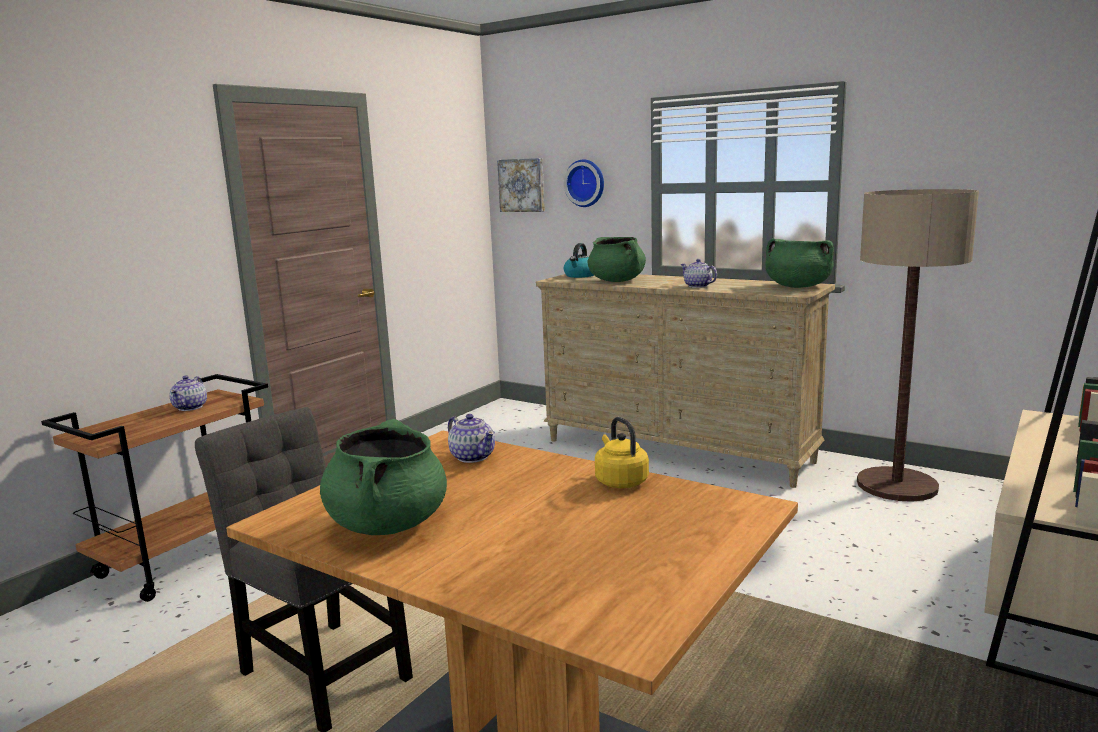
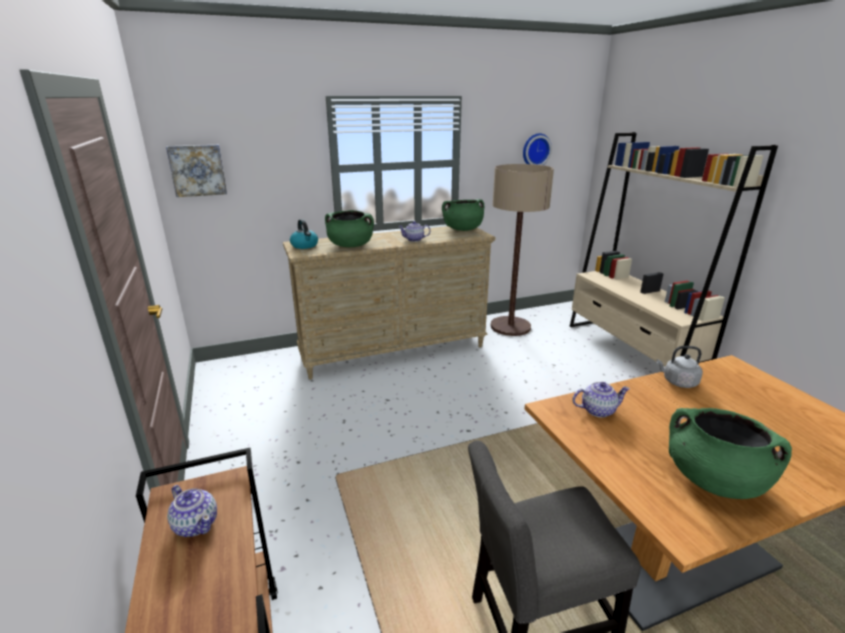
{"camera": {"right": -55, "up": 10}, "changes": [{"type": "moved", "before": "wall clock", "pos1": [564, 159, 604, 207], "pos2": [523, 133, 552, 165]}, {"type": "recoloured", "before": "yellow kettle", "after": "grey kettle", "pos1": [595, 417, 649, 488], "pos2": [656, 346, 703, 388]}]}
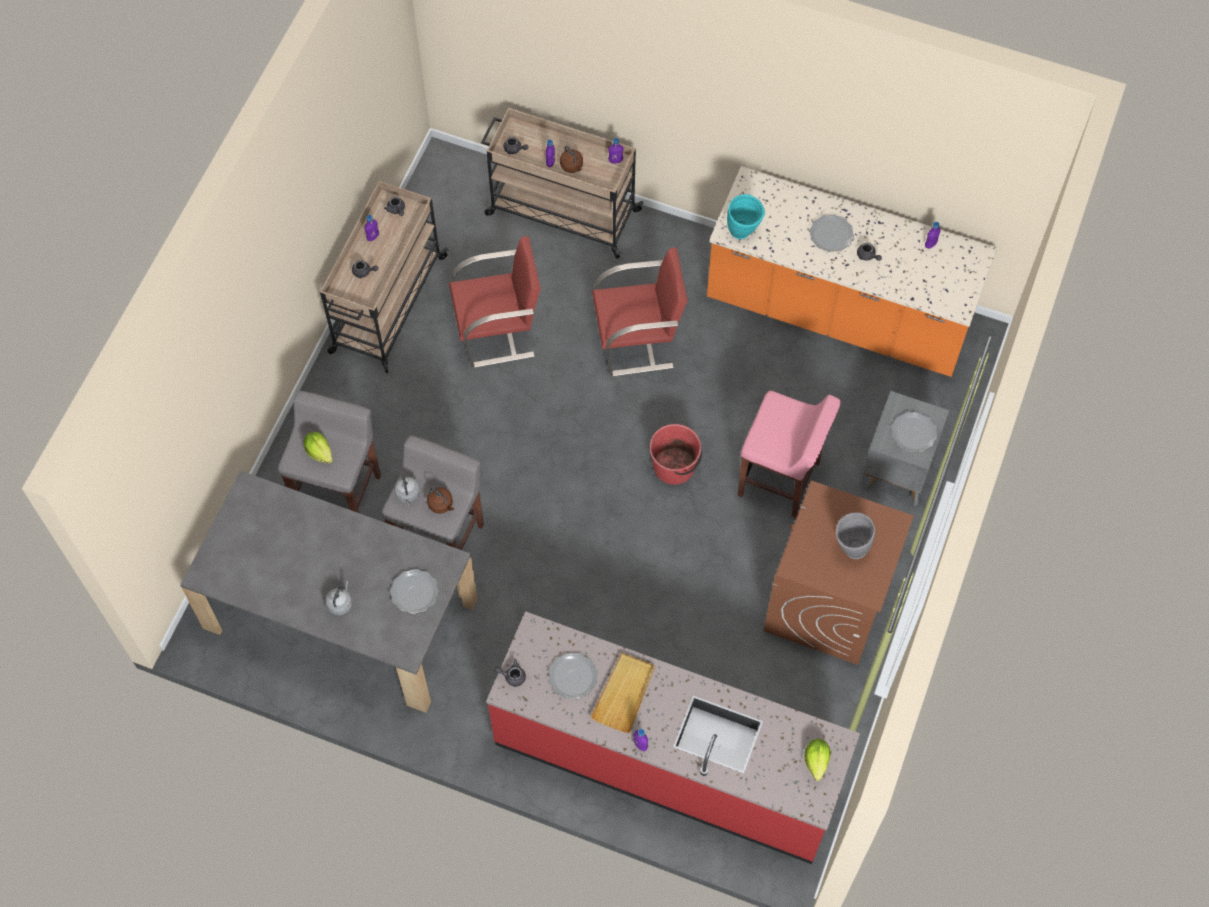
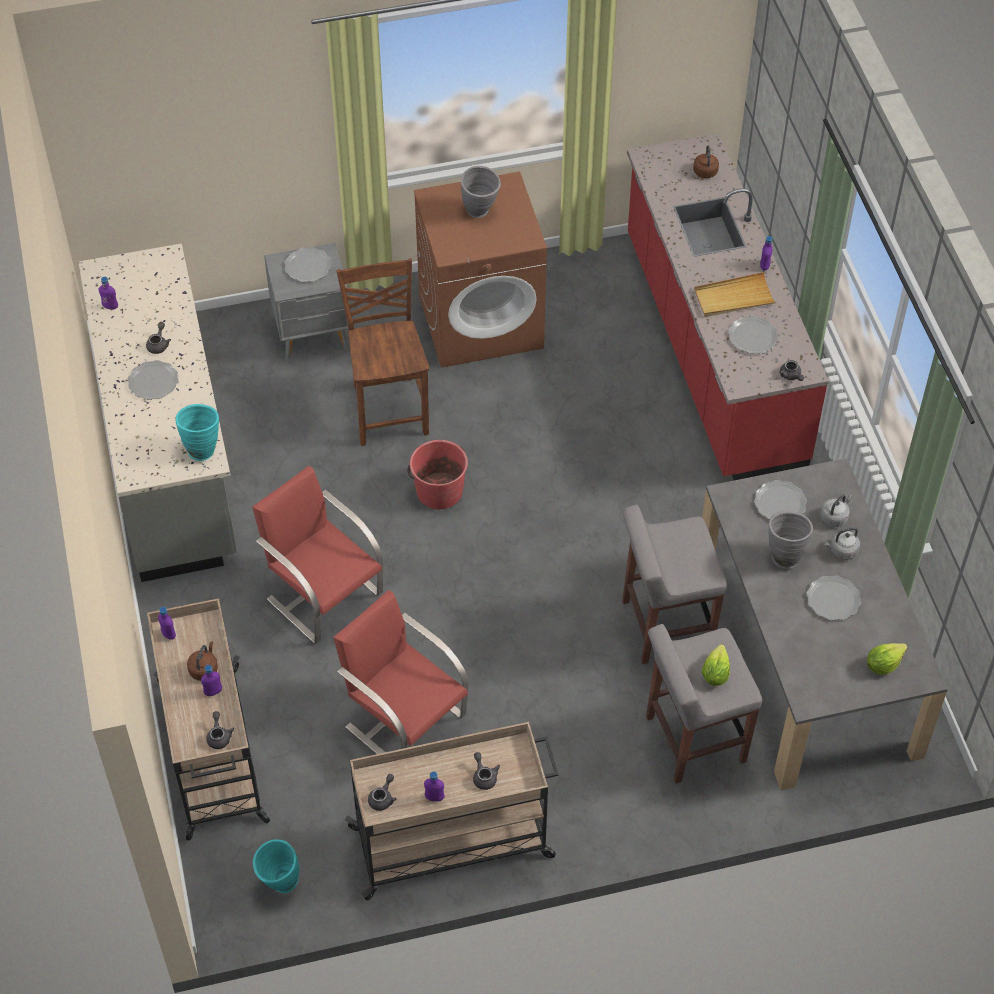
{"camera": {"right": -125, "up": -10}, "changes": [{"type": "recoloured", "before": "orange counter", "after": "grey counter", "pos1": [707, 166, 997, 377], "pos2": [78, 244, 237, 582]}, {"type": "replaced", "before": "pink stool", "after": "brown chair", "pos1": [738, 391, 841, 518], "pos2": [336, 259, 429, 446]}, {"type": "moved", "before": "grey kettle", "pos1": [394, 474, 420, 505], "pos2": [820, 494, 852, 527]}, {"type": "moved", "before": "brown kettle", "pos1": [427, 487, 454, 514], "pos2": [693, 145, 719, 178]}, {"type": "moved", "before": "lettuce", "pos1": [805, 739, 831, 781], "pos2": [867, 643, 908, 675]}, {"type": "added", "after": "grey vase", "pos2": [769, 511, 813, 569]}, {"type": "added", "after": "plate", "pos2": [806, 575, 861, 621]}, {"type": "added", "after": "turquoise vase", "pos2": [253, 839, 299, 893]}]}
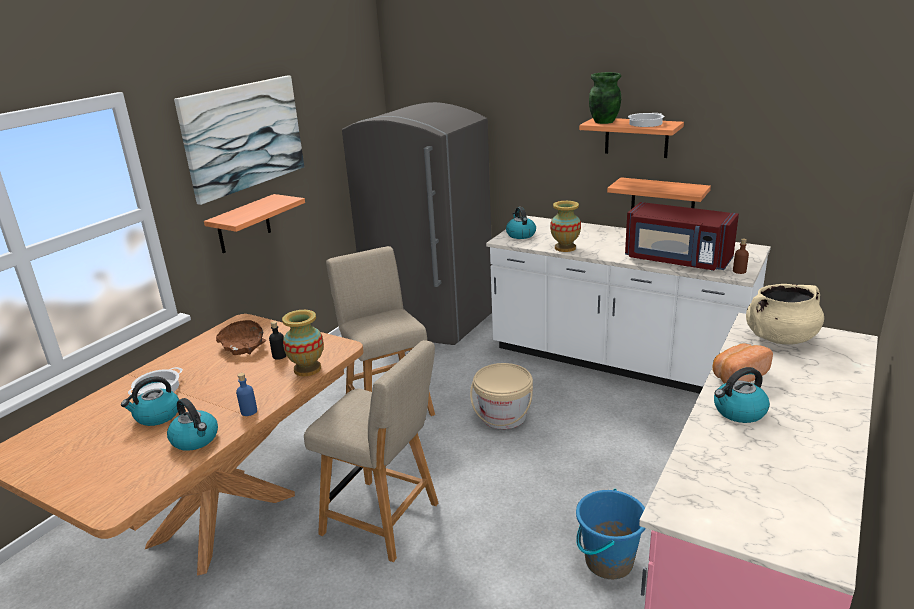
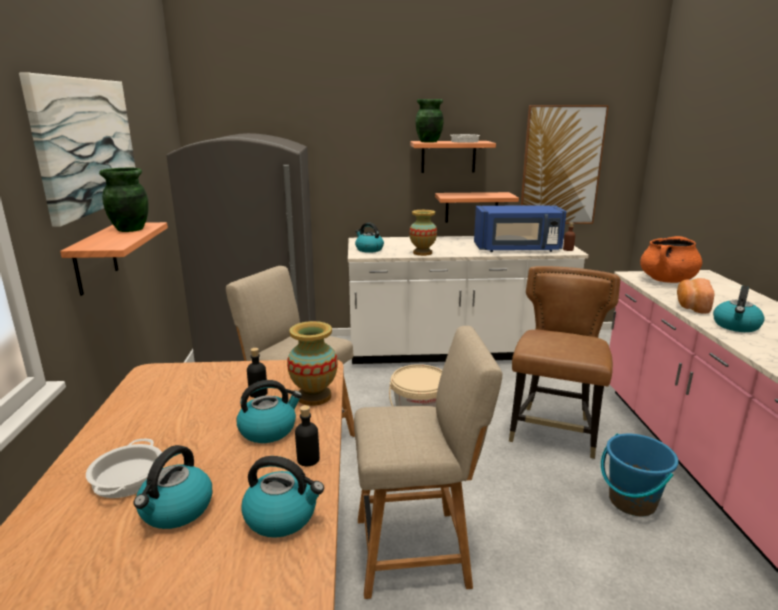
{"camera": {"right": -35, "up": -5}, "changes": [{"type": "recoloured", "before": "red microwave", "after": "blue microwave", "pos1": [625, 202, 739, 271], "pos2": [474, 205, 567, 252]}, {"type": "recoloured", "before": "beige cooking pot", "after": "orange cooking pot", "pos1": [746, 284, 824, 345], "pos2": [640, 236, 702, 283]}, {"type": "removed", "before": "brown bowl", "pos1": [216, 320, 267, 355]}, {"type": "recoloured", "before": "blue bottle", "after": "black bottle", "pos1": [236, 373, 257, 416], "pos2": [295, 405, 320, 466]}, {"type": "added", "after": "picture", "pos2": [520, 105, 609, 224]}, {"type": "added", "after": "green vase", "pos2": [99, 168, 149, 232]}, {"type": "added", "after": "brown chair", "pos2": [509, 266, 620, 459]}, {"type": "added", "after": "kettle", "pos2": [237, 380, 302, 443]}]}
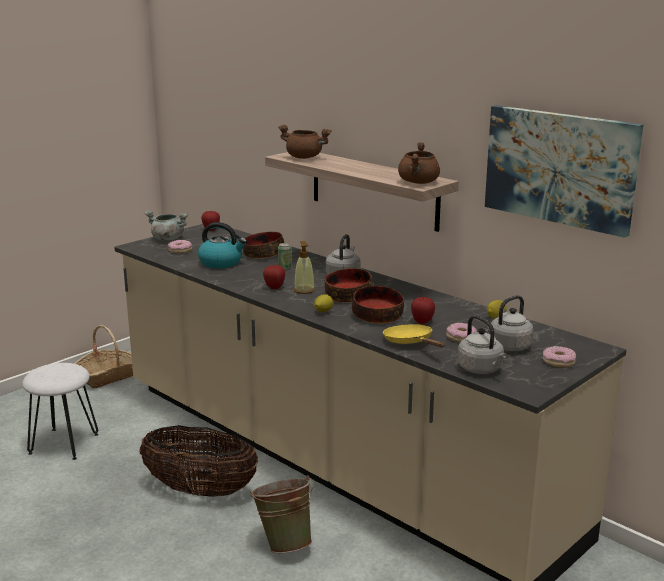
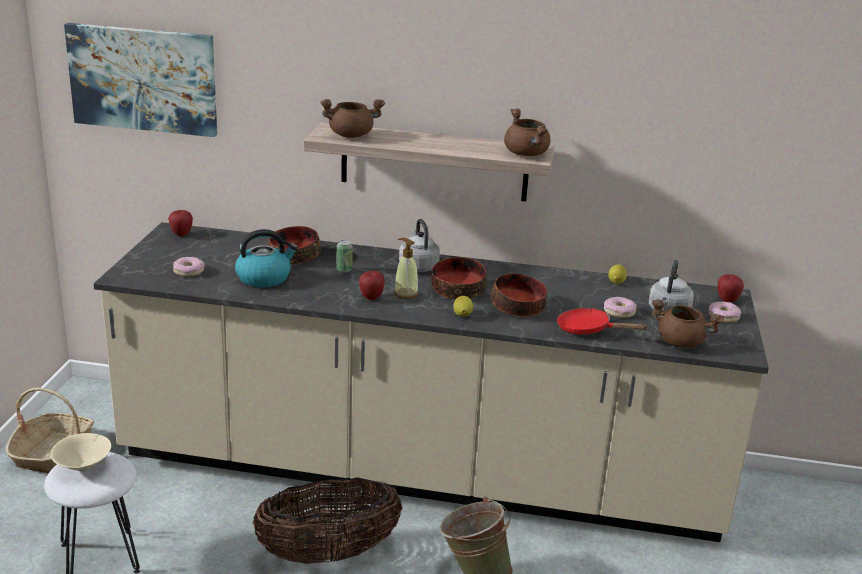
{"camera": {"right": -35, "up": 5}, "changes": [{"type": "moved", "before": "picture", "pos1": [485, 105, 643, 238], "pos2": [64, 23, 217, 137]}, {"type": "removed", "before": "grey cooking pot", "pos1": [145, 210, 188, 241]}, {"type": "moved", "before": "apple", "pos1": [411, 297, 435, 324], "pos2": [717, 274, 744, 302]}, {"type": "replaced", "before": "grey kettle", "after": "brown cooking pot", "pos1": [458, 315, 506, 374], "pos2": [652, 299, 724, 348]}, {"type": "recoloured", "before": "yellow frying pan", "after": "red frying pan", "pos1": [383, 324, 445, 347], "pos2": [557, 308, 649, 335]}, {"type": "added", "after": "beige bowl", "pos2": [51, 433, 111, 471]}]}
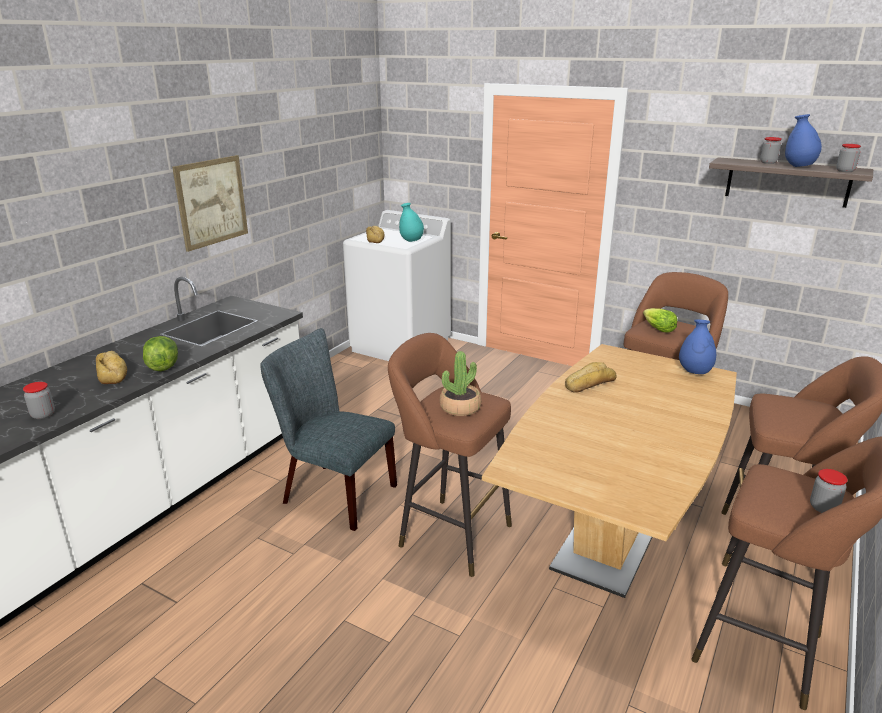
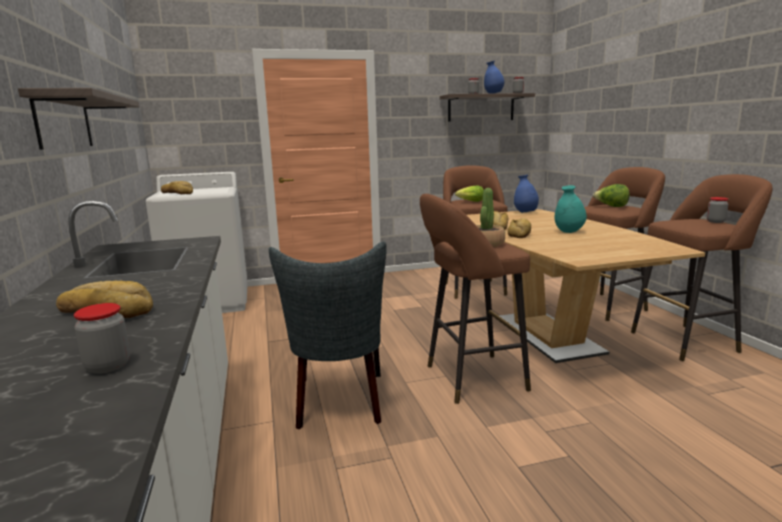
{"camera": {"right": -45, "up": -10}, "changes": [{"type": "replaced", "before": "picture", "after": "shelf", "pos1": [172, 155, 248, 252], "pos2": [18, 88, 140, 150]}, {"type": "moved", "before": "turquoise vase", "pos1": [399, 203, 424, 242], "pos2": [554, 185, 587, 233]}, {"type": "turned", "before": "grey chair", "pos1": [260, 328, 397, 531], "pos2": [269, 241, 387, 430], "turn": -75}, {"type": "moved", "before": "lettuce", "pos1": [143, 336, 178, 371], "pos2": [593, 184, 630, 207]}, {"type": "added", "after": "bread", "pos2": [508, 218, 531, 238]}]}
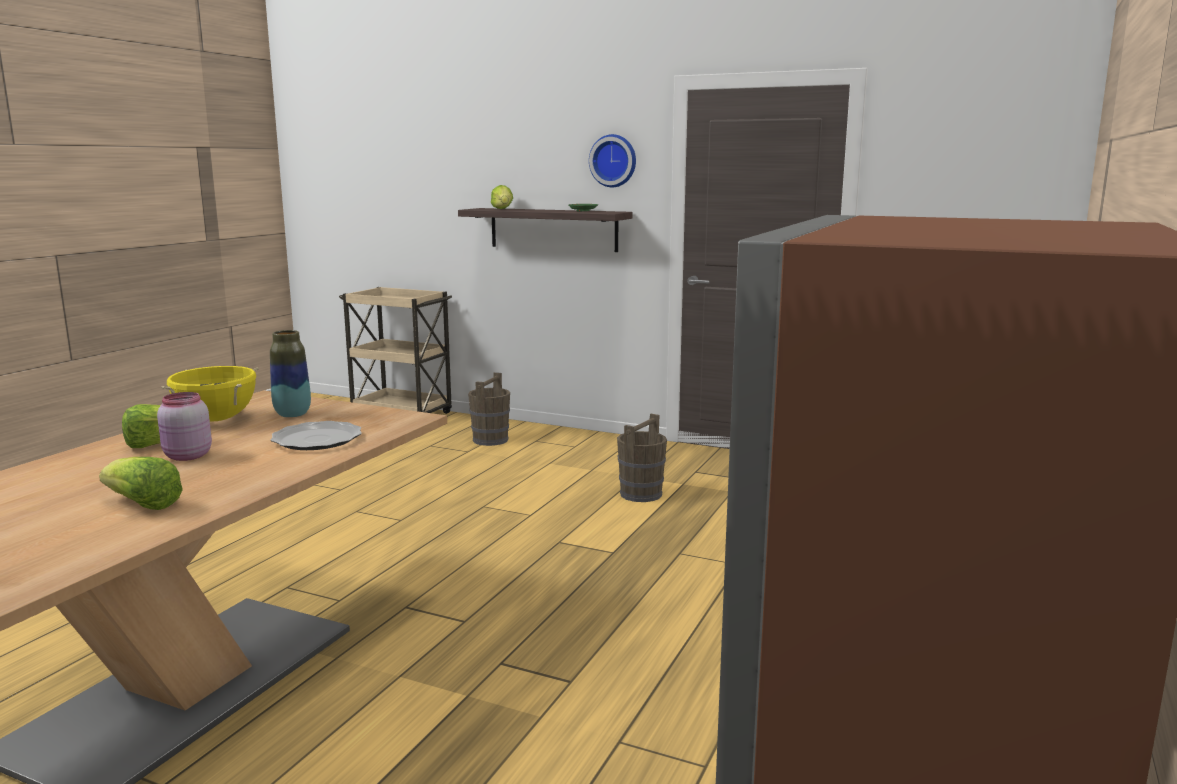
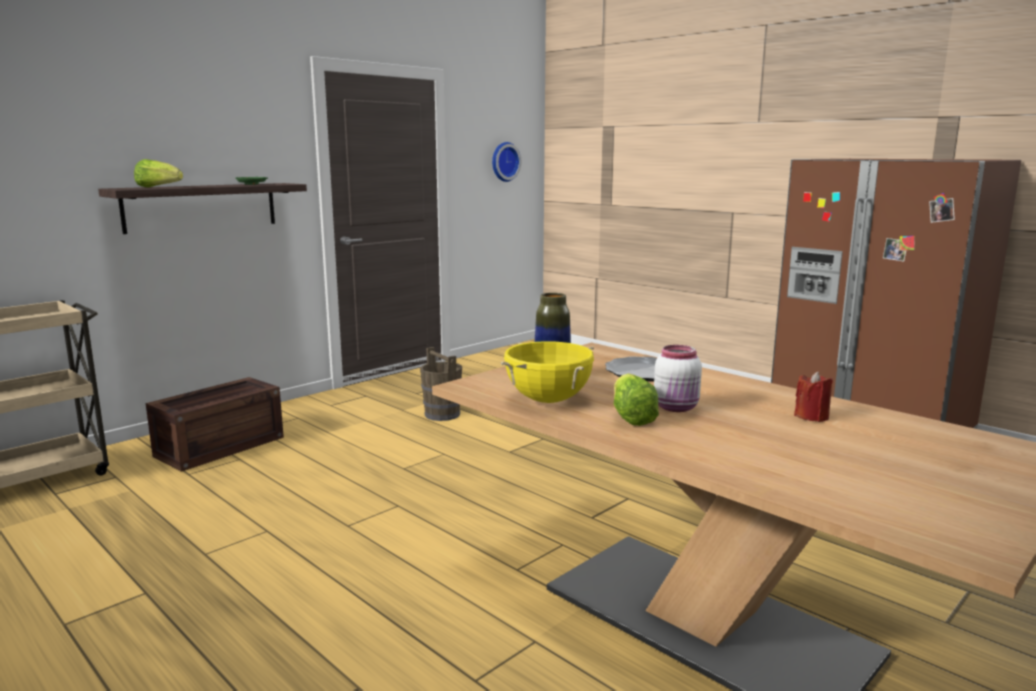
{"camera": {"right": -70, "up": 0}, "changes": [{"type": "moved", "before": "wall clock", "pos1": [589, 134, 636, 187], "pos2": [492, 142, 521, 182]}, {"type": "replaced", "before": "brown bucket", "after": "crate", "pos1": [468, 372, 510, 446], "pos2": [146, 377, 284, 472]}, {"type": "recoloured", "before": "pink jar", "after": "white jar", "pos1": [157, 392, 212, 461], "pos2": [654, 345, 702, 412]}, {"type": "replaced", "before": "lettuce", "after": "red candle", "pos1": [99, 457, 183, 510], "pos2": [794, 371, 833, 422]}]}
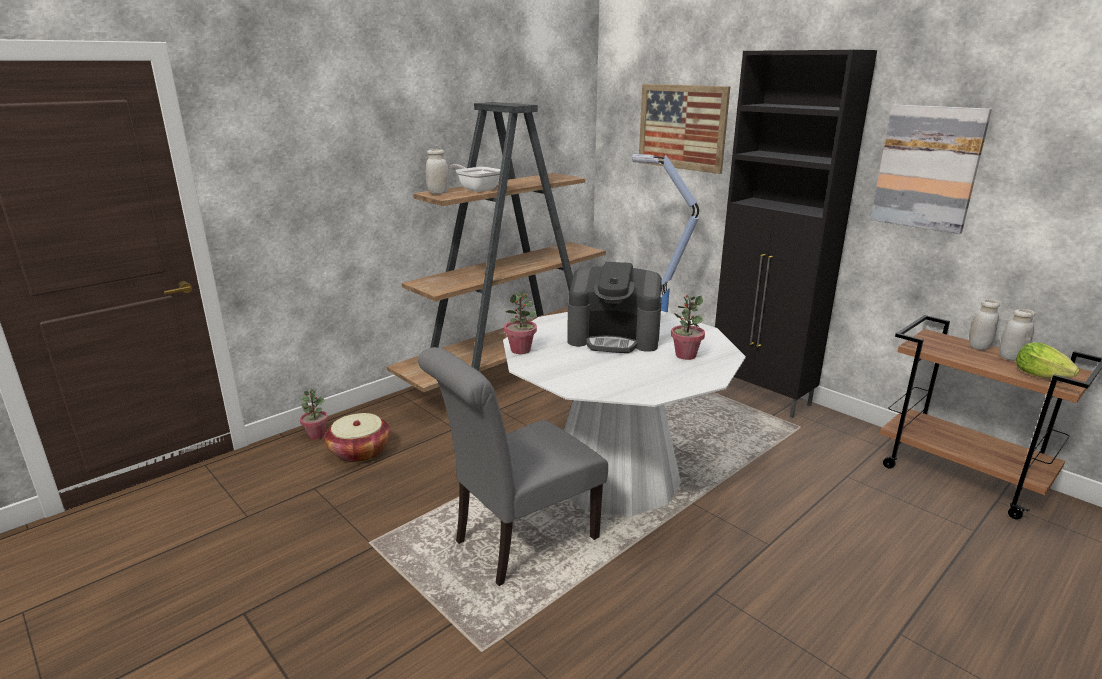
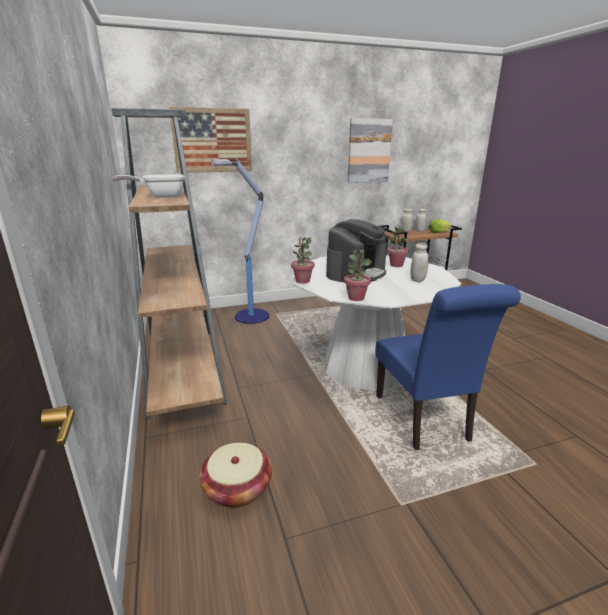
{"camera": {"right": -65, "up": 0}, "changes": [{"type": "removed", "before": "black cabinet", "pos1": [715, 50, 877, 418]}, {"type": "moved", "before": "white jar", "pos1": [426, 149, 449, 194], "pos2": [410, 243, 429, 282]}, {"type": "recoloured", "before": "grey chair", "after": "blue chair", "pos1": [418, 347, 608, 586], "pos2": [375, 284, 521, 450]}, {"type": "moved", "before": "potted plant", "pos1": [300, 389, 328, 440], "pos2": [291, 237, 315, 283]}]}
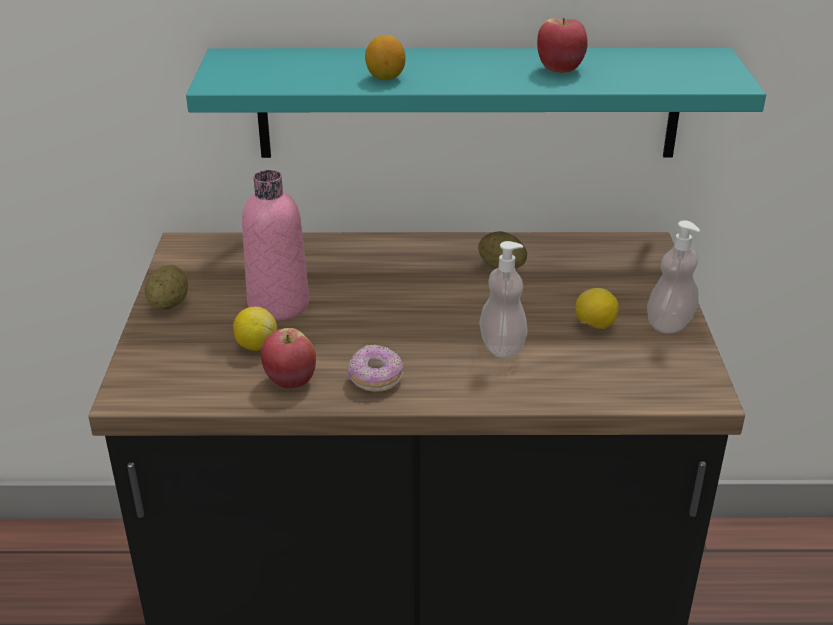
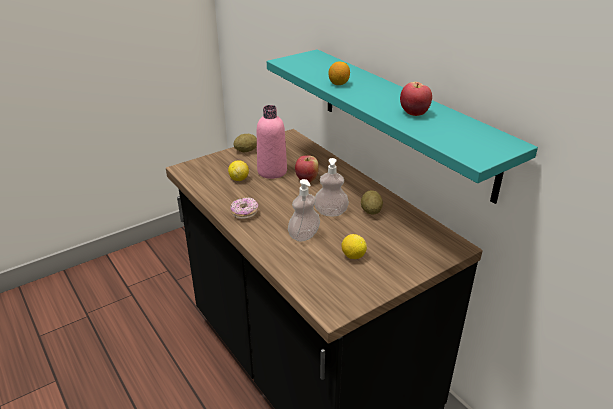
{"camera": {"right": 55, "up": 0}, "changes": [{"type": "moved", "before": "soap dispenser", "pos1": [647, 220, 700, 334], "pos2": [315, 158, 349, 216]}, {"type": "moved", "before": "apple", "pos1": [261, 328, 316, 389], "pos2": [295, 156, 319, 183]}]}
